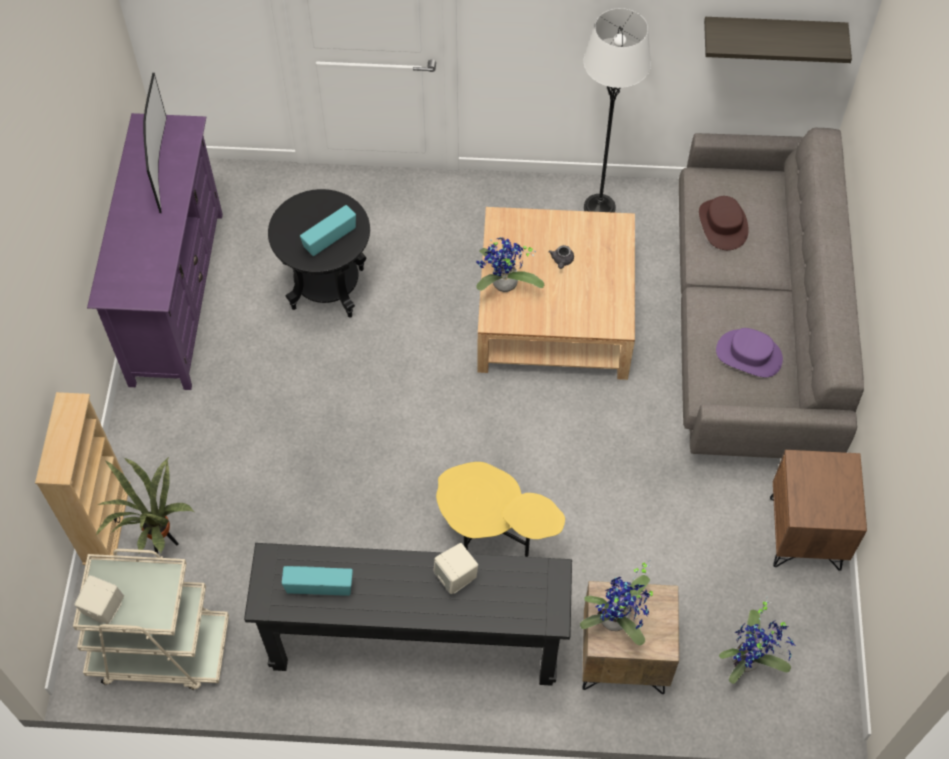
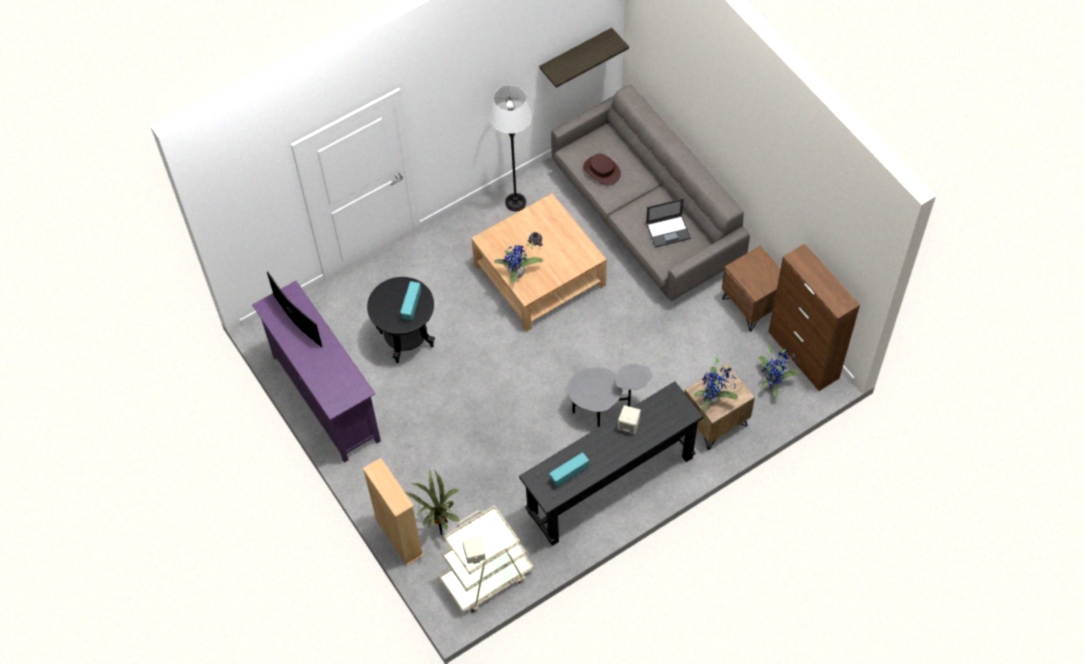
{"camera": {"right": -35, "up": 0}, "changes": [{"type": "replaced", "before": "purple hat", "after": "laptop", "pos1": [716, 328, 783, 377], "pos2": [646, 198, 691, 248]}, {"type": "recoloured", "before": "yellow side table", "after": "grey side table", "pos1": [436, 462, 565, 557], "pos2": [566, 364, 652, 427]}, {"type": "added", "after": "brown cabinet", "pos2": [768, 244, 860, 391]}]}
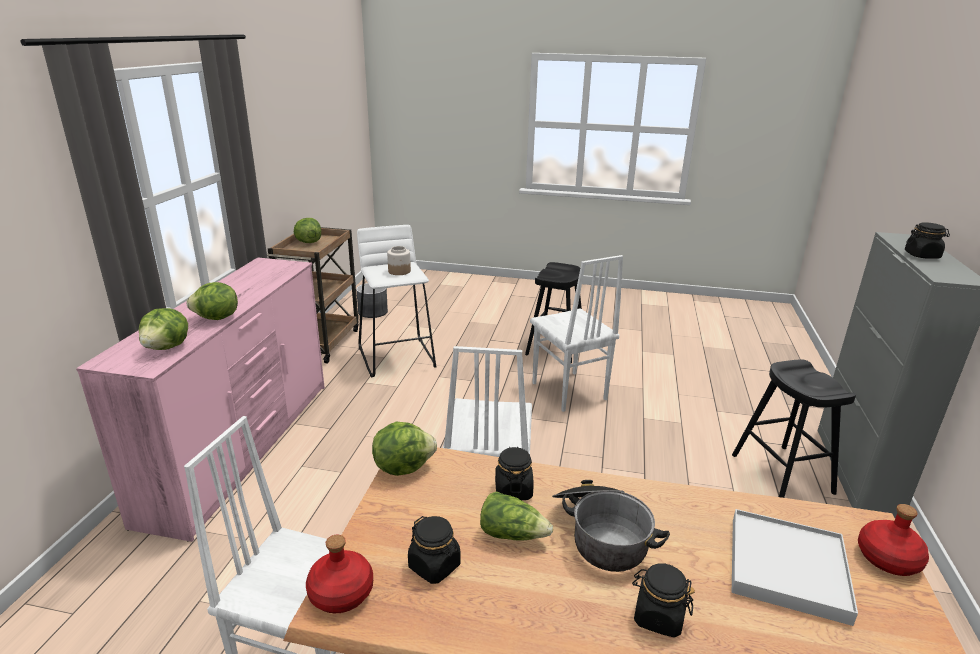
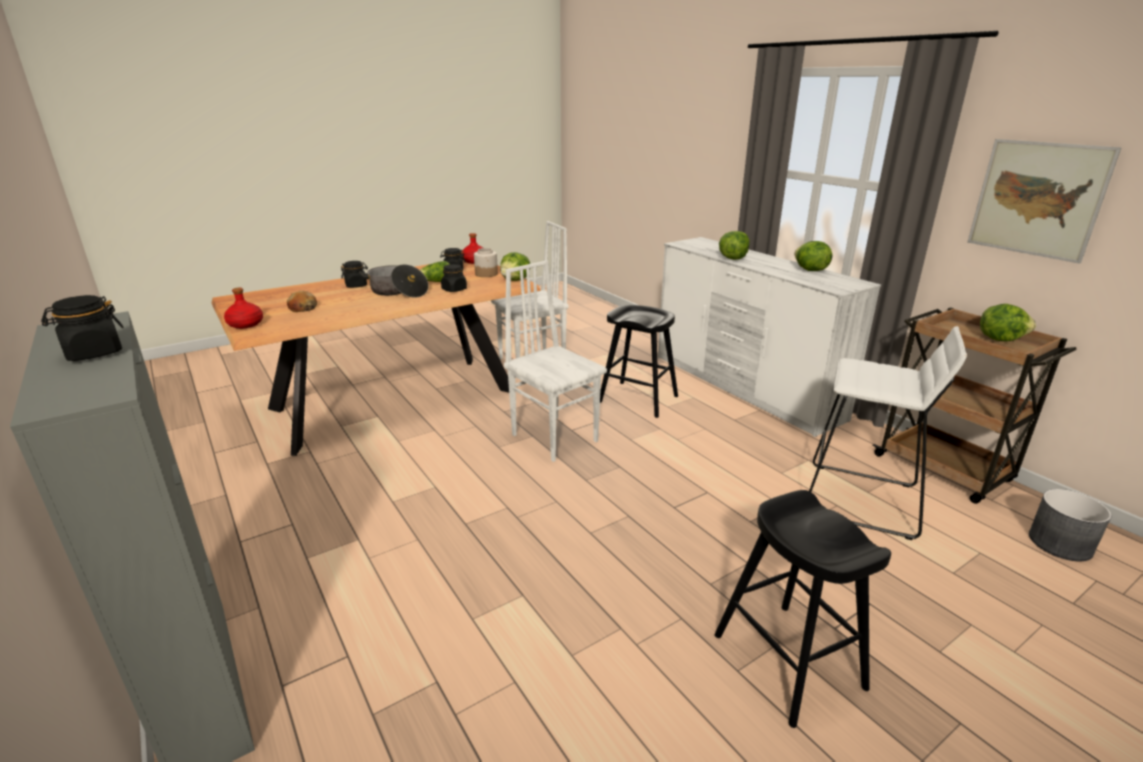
{"camera": {"right": 135, "up": 0}, "changes": [{"type": "moved", "before": "jar", "pos1": [387, 246, 411, 275], "pos2": [474, 248, 498, 277]}, {"type": "removed", "before": "white chair", "pos1": [530, 255, 623, 412]}, {"type": "recoloured", "before": "pink dresser", "after": "white dresser", "pos1": [76, 257, 325, 542], "pos2": [658, 237, 881, 437]}, {"type": "moved", "before": "lettuce", "pos1": [139, 308, 188, 350], "pos2": [794, 241, 832, 271]}, {"type": "moved", "before": "black stool", "pos1": [732, 359, 856, 498], "pos2": [600, 305, 678, 418]}, {"type": "replaced", "before": "white tray", "after": "bread", "pos1": [732, 509, 858, 626], "pos2": [287, 291, 317, 312]}, {"type": "added", "after": "picture", "pos2": [967, 139, 1122, 264]}]}
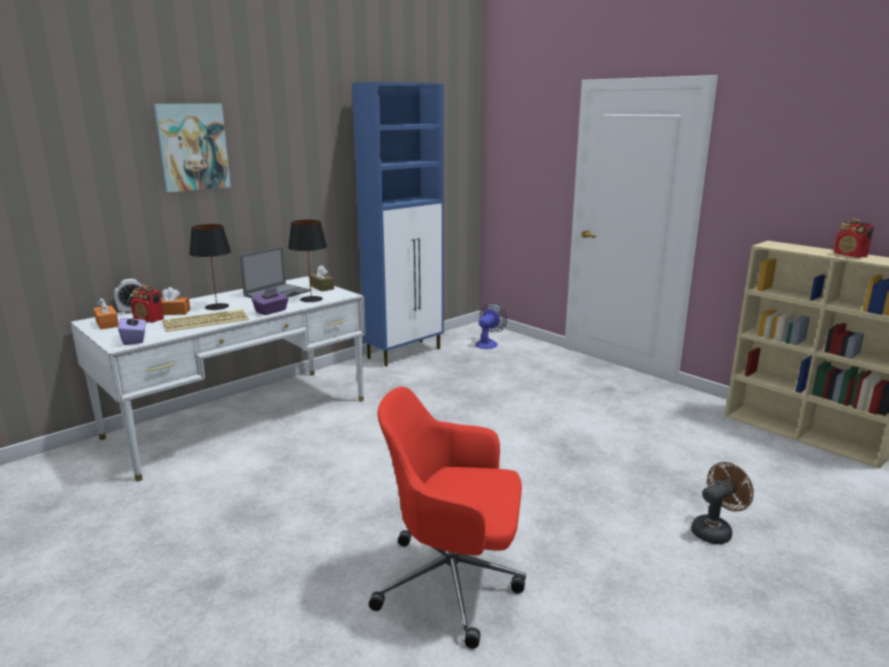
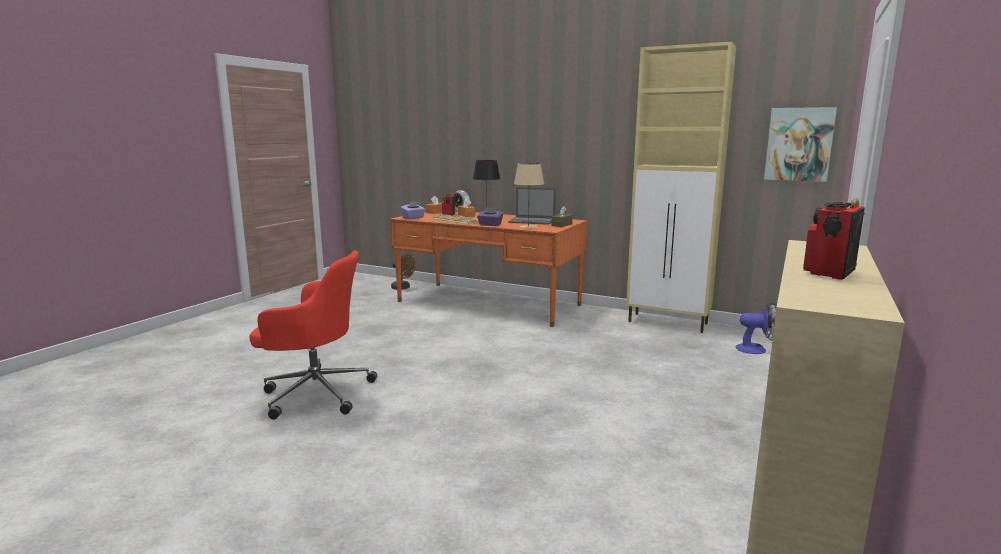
{"camera": {"right": 70, "up": -5}, "changes": [{"type": "recoloured", "before": "blue cabinet", "after": "beige cabinet", "pos1": [352, 82, 444, 367], "pos2": [626, 42, 736, 333]}, {"type": "moved", "before": "picture", "pos1": [153, 104, 231, 193], "pos2": [764, 107, 837, 182]}, {"type": "recoloured", "before": "black table lamp", "after": "beige table lamp", "pos1": [288, 220, 327, 302], "pos2": [514, 163, 544, 228]}, {"type": "recoloured", "before": "white desk", "after": "orange desk", "pos1": [70, 276, 365, 481], "pos2": [390, 212, 587, 327]}, {"type": "turned", "before": "red office chair", "pos1": [369, 387, 526, 649], "pos2": [250, 250, 377, 420], "turn": 105}, {"type": "moved", "before": "brown fan", "pos1": [691, 462, 754, 544], "pos2": [391, 254, 416, 290]}]}
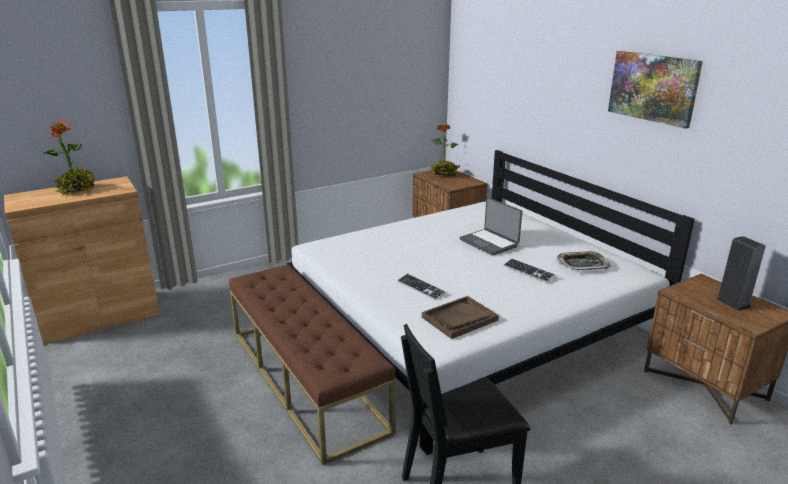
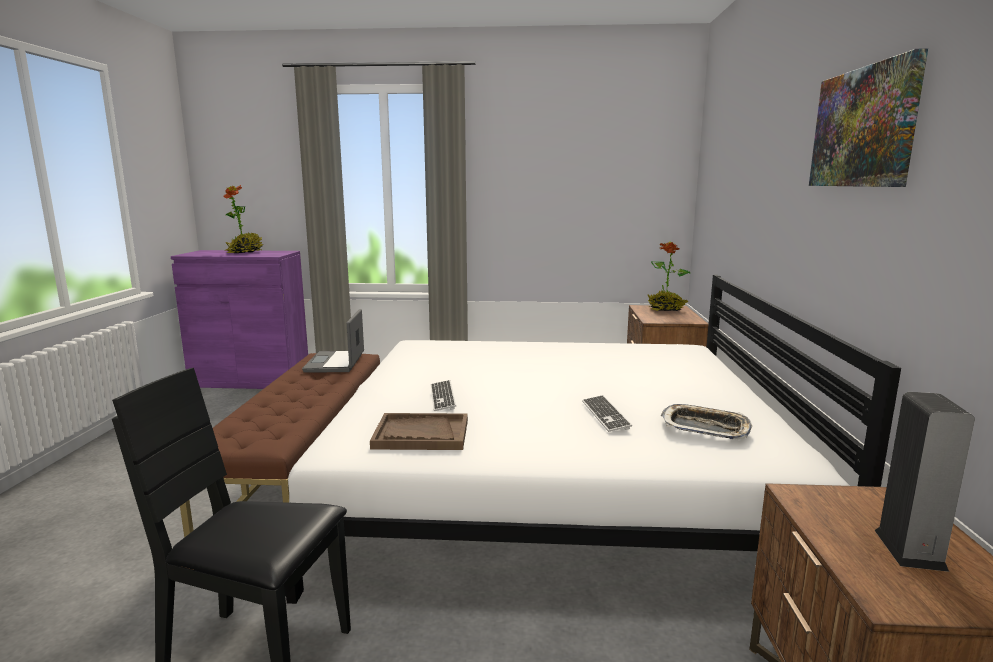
{"camera": {"right": 35, "up": -10}, "changes": [{"type": "recoloured", "before": "brown cabinet", "after": "purple cabinet", "pos1": [4, 177, 160, 345], "pos2": [171, 250, 308, 389]}, {"type": "moved", "before": "laptop", "pos1": [460, 197, 522, 256], "pos2": [302, 309, 364, 373]}]}
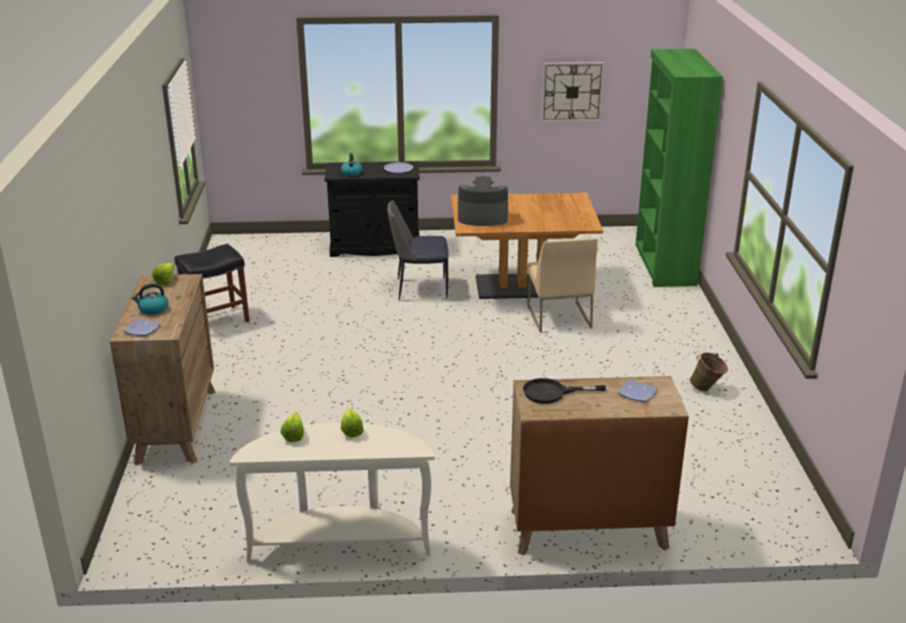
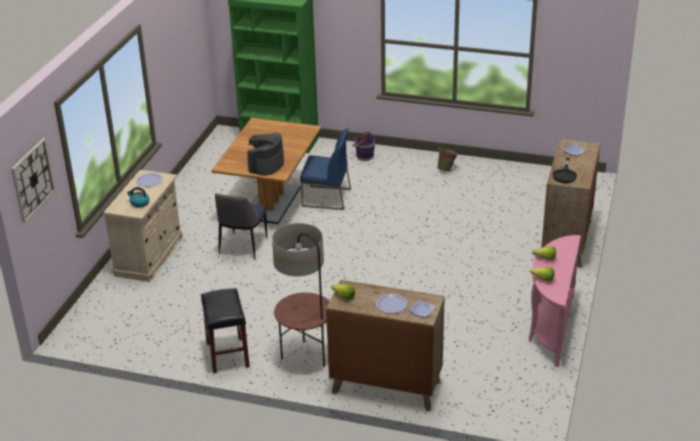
{"camera": {"right": -70, "up": 5}, "changes": [{"type": "moved", "before": "wall clock", "pos1": [541, 62, 604, 122], "pos2": [11, 138, 55, 223]}, {"type": "recoloured", "before": "black cabinet", "after": "beige cabinet", "pos1": [324, 161, 420, 257], "pos2": [103, 170, 183, 282]}, {"type": "recoloured", "before": "beige chair", "after": "blue chair", "pos1": [528, 238, 598, 333], "pos2": [300, 128, 351, 210]}, {"type": "replaced", "before": "kettle", "after": "plate", "pos1": [132, 283, 168, 315], "pos2": [376, 294, 408, 313]}, {"type": "recoloured", "before": "white console table", "after": "pink console table", "pos1": [230, 422, 435, 562], "pos2": [529, 235, 581, 367]}, {"type": "added", "after": "purple bucket", "pos2": [352, 132, 375, 161]}, {"type": "added", "after": "floor lamp", "pos2": [272, 223, 330, 367]}]}
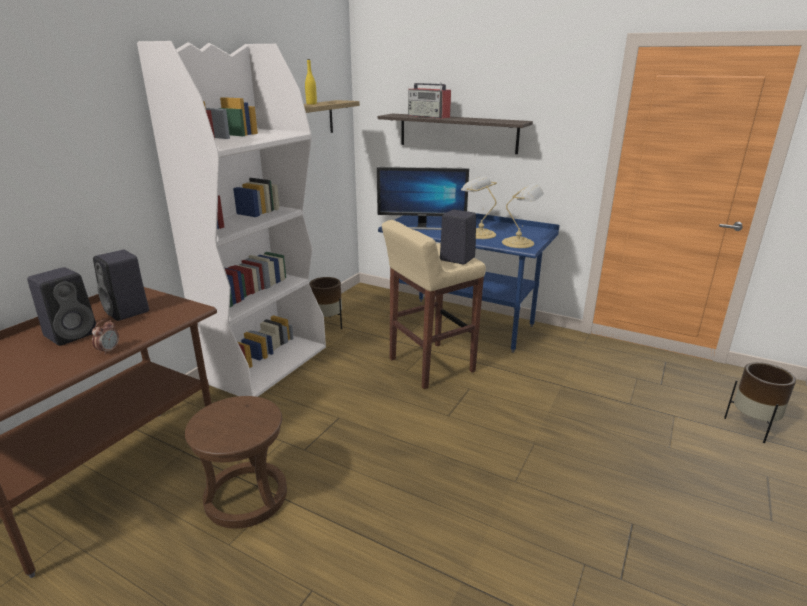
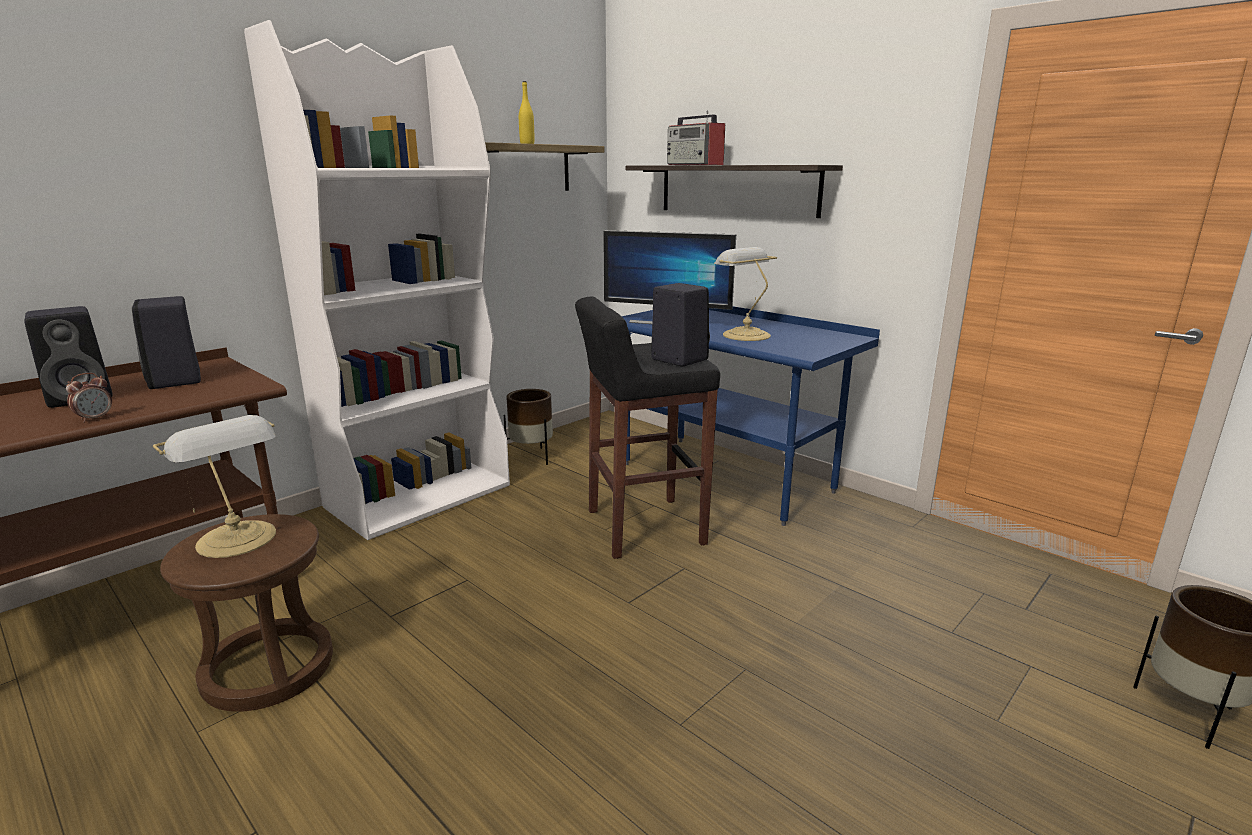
{"camera": {"right": 15, "up": -5}, "changes": [{"type": "moved", "before": "table lamp", "pos1": [502, 184, 544, 248], "pos2": [153, 415, 276, 558]}, {"type": "recoloured", "before": "beige stool", "after": "black stool", "pos1": [382, 220, 486, 389], "pos2": [575, 297, 720, 559]}]}
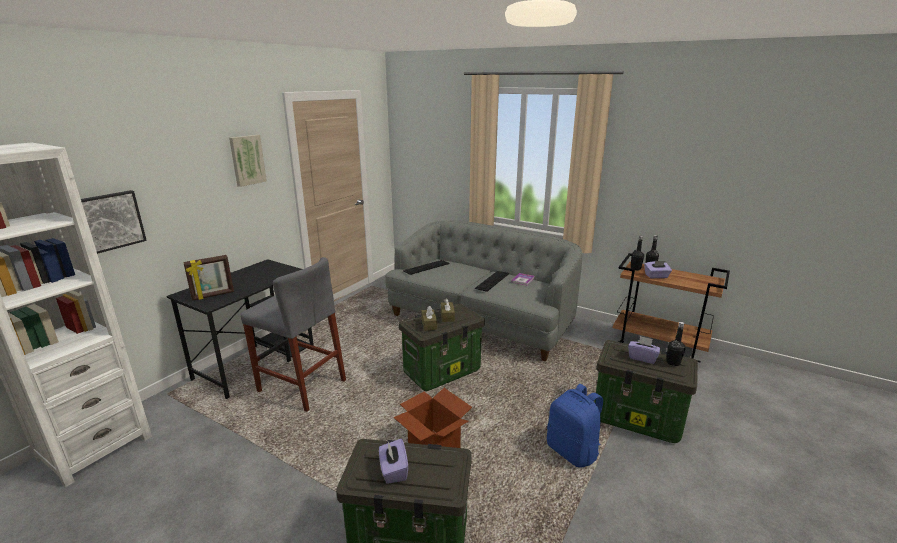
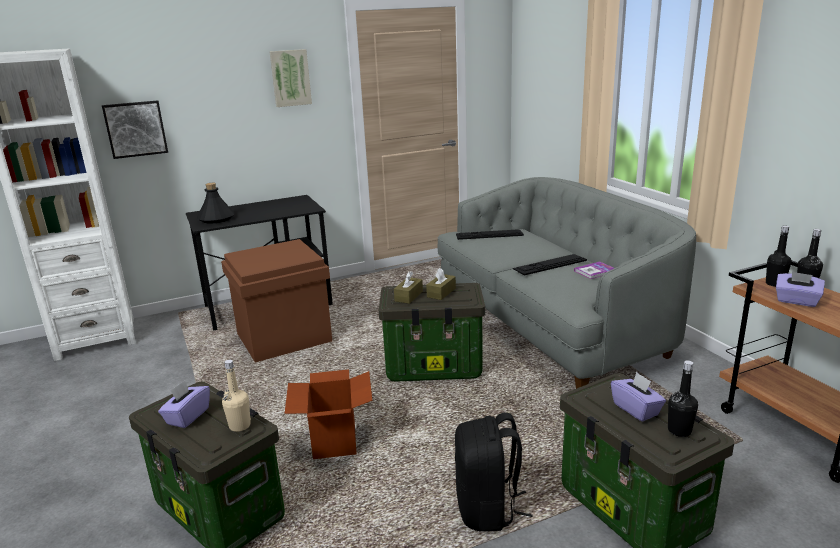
{"camera": {"right": 35, "up": 0}, "changes": [{"type": "replaced", "before": "picture frame", "after": "black bottle", "pos1": [183, 255, 234, 301], "pos2": [197, 183, 235, 224]}, {"type": "replaced", "before": "grey stool", "after": "brown storage box", "pos1": [241, 257, 346, 412], "pos2": [221, 239, 332, 363]}, {"type": "recoloured", "before": "blue backpack", "after": "black backpack", "pos1": [547, 384, 603, 468], "pos2": [455, 413, 532, 532]}, {"type": "added", "after": "beige bottle", "pos2": [222, 360, 251, 432]}]}
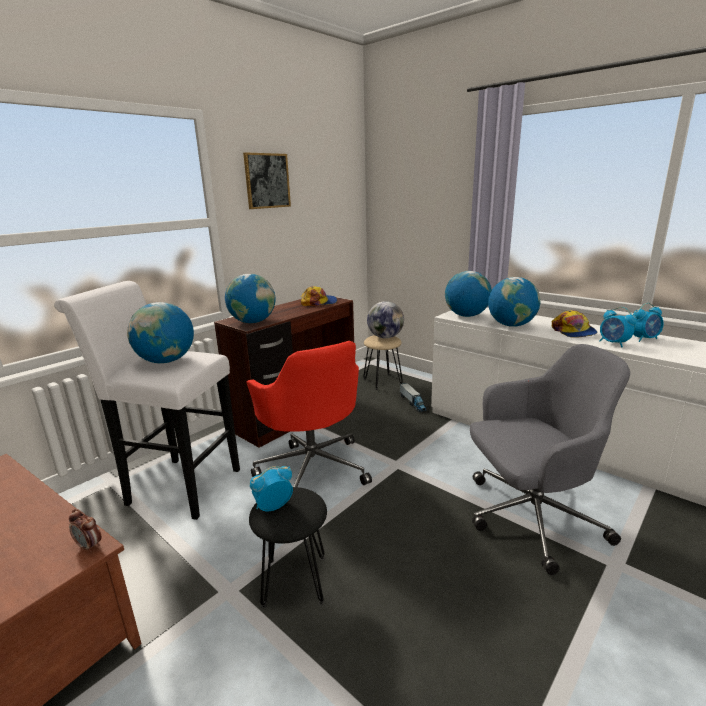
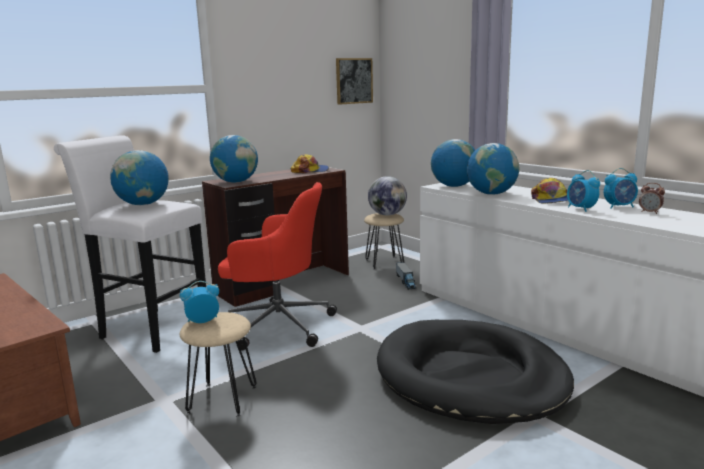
{"camera": {"right": 10, "up": -5}, "changes": [{"type": "moved", "before": "picture", "pos1": [243, 152, 291, 209], "pos2": [336, 58, 373, 105]}, {"type": "turned", "before": "red office chair", "pos1": [247, 341, 372, 487], "pos2": [218, 182, 337, 350], "turn": -60}, {"type": "replaced", "before": "grey office chair", "after": "black dog bed", "pos1": [470, 344, 630, 575], "pos2": [377, 320, 574, 424]}, {"type": "recoloured", "before": "black stool", "after": "beige stool", "pos1": [249, 487, 327, 608], "pos2": [180, 312, 257, 417]}, {"type": "moved", "before": "alarm clock", "pos1": [69, 509, 101, 553], "pos2": [639, 183, 665, 214]}]}
